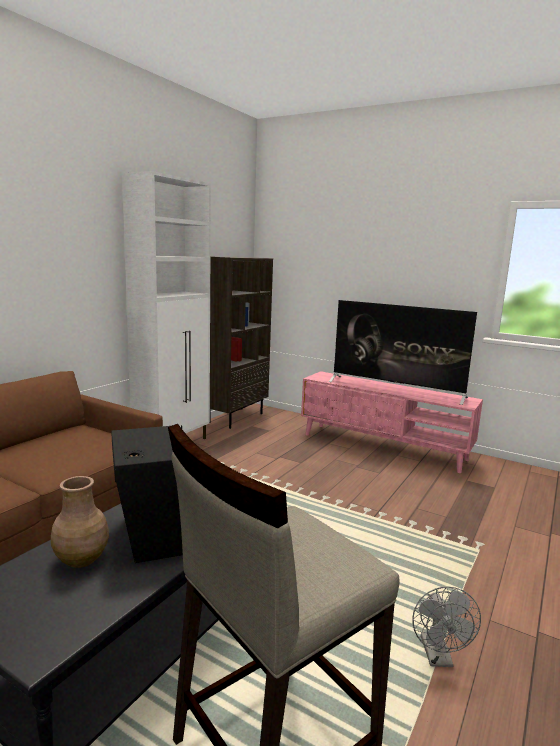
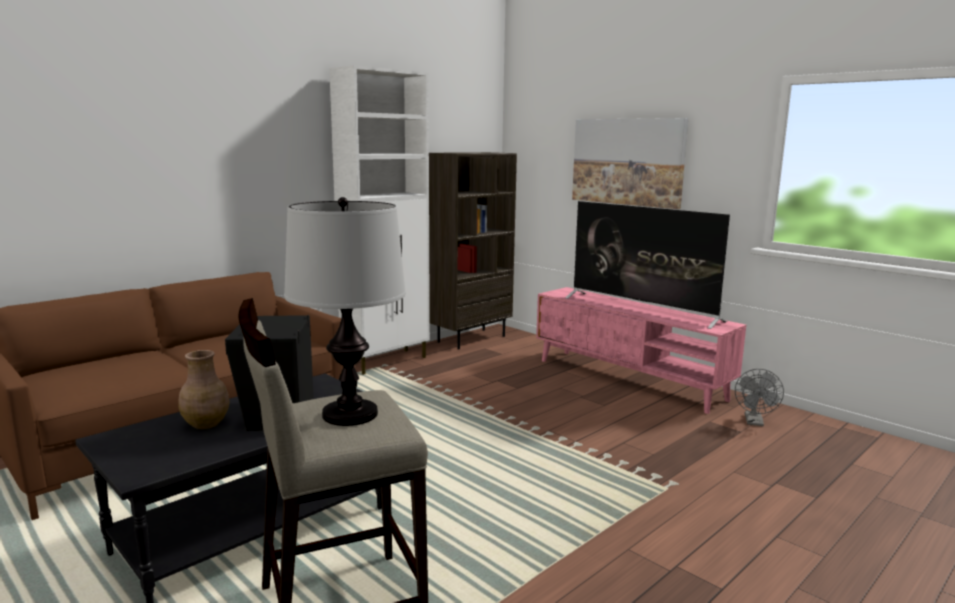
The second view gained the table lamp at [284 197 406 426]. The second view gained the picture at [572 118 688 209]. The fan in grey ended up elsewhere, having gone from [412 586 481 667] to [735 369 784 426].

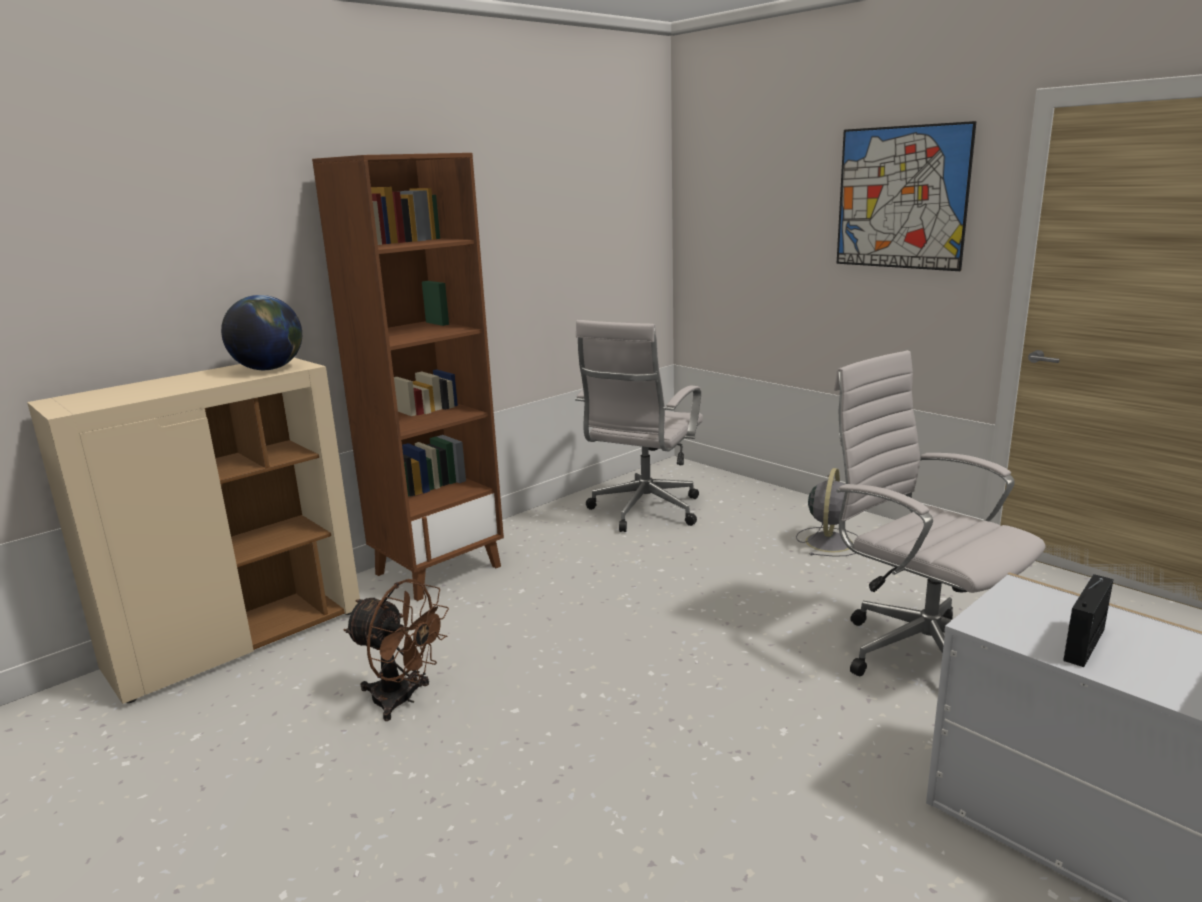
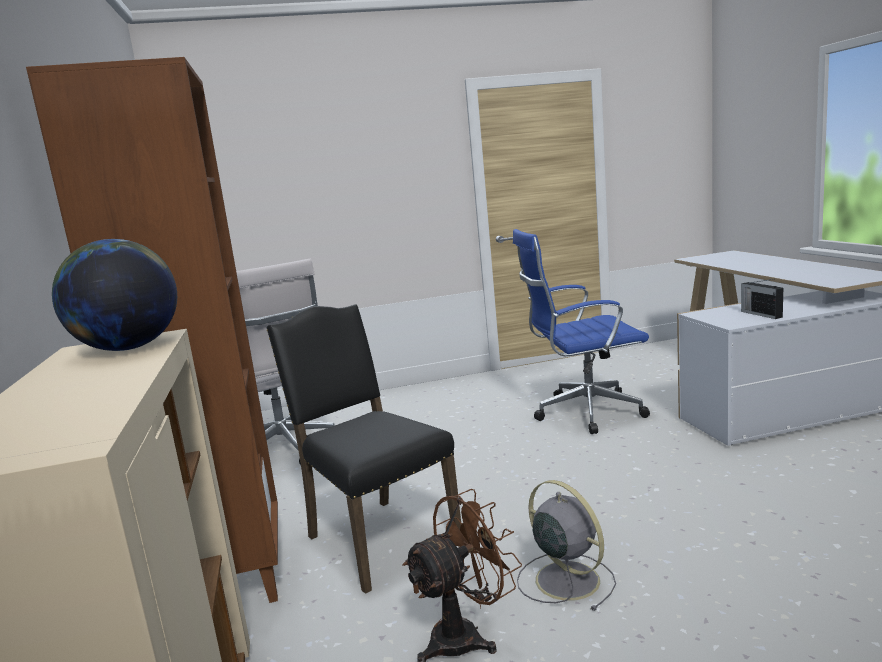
The second view gained the chair in black at [267 304 461 594]. What was the office chair in white at [834 350 1046 676] turned into the office chair in blue at [513 229 650 434]. The fan in grey ended up elsewhere, having gone from [796 468 858 556] to [517 480 616 611]. The second view lost the picture at [837 121 977 271].

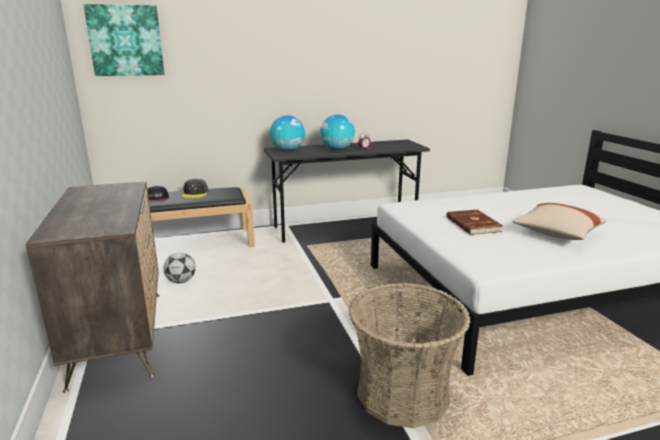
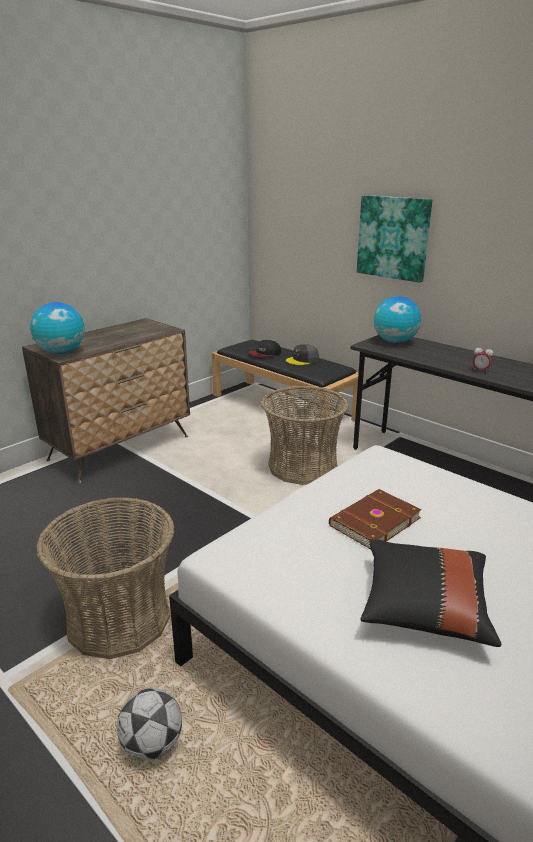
The globe ended up elsewhere, having gone from [320 115 355 150] to [30 302 85 354]. The football ended up elsewhere, having gone from [164 253 196 283] to [117 688 182 760]. The second view gained the basket at [261 386 349 485]. The picture ended up elsewhere, having gone from [84 4 164 76] to [357 195 433 283]. What was the pillow in beige at [512 203 606 240] turned into the pillow in black at [361 540 501 647].

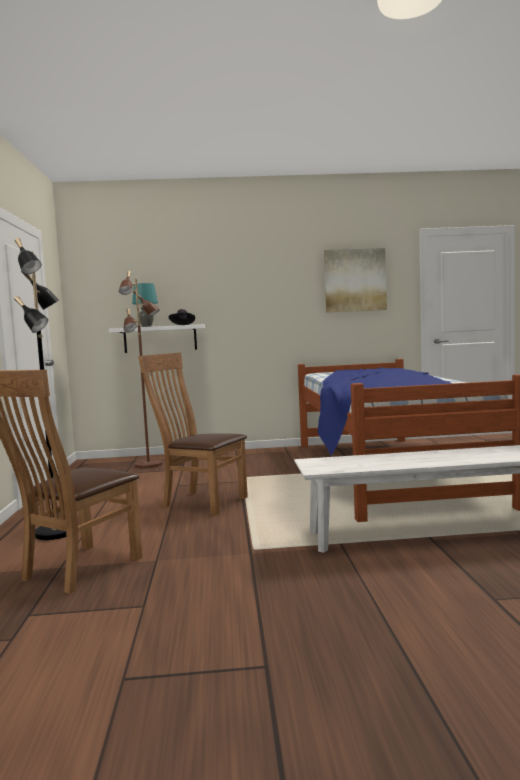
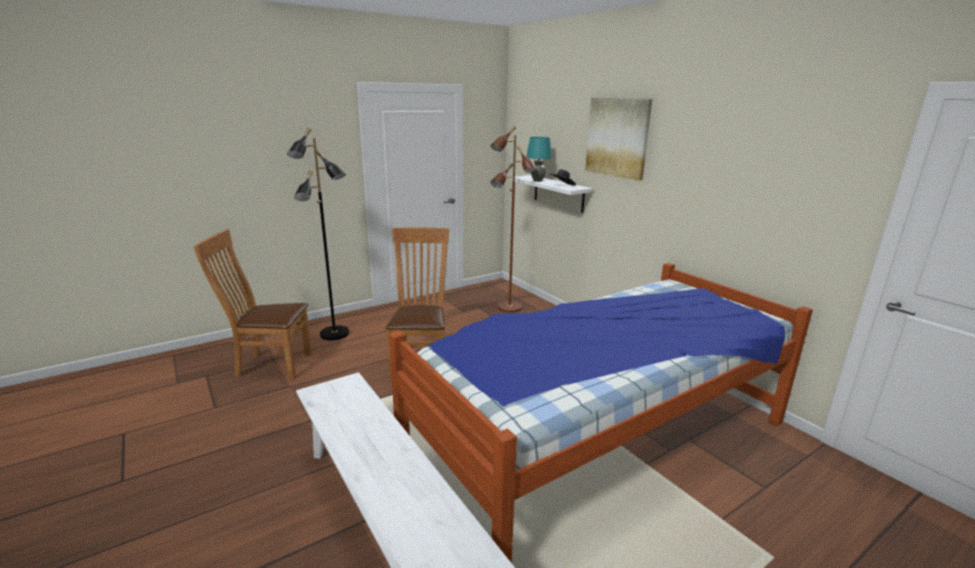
The picture ended up elsewhere, having gone from [324 248 387 313] to [585 98 652 181].

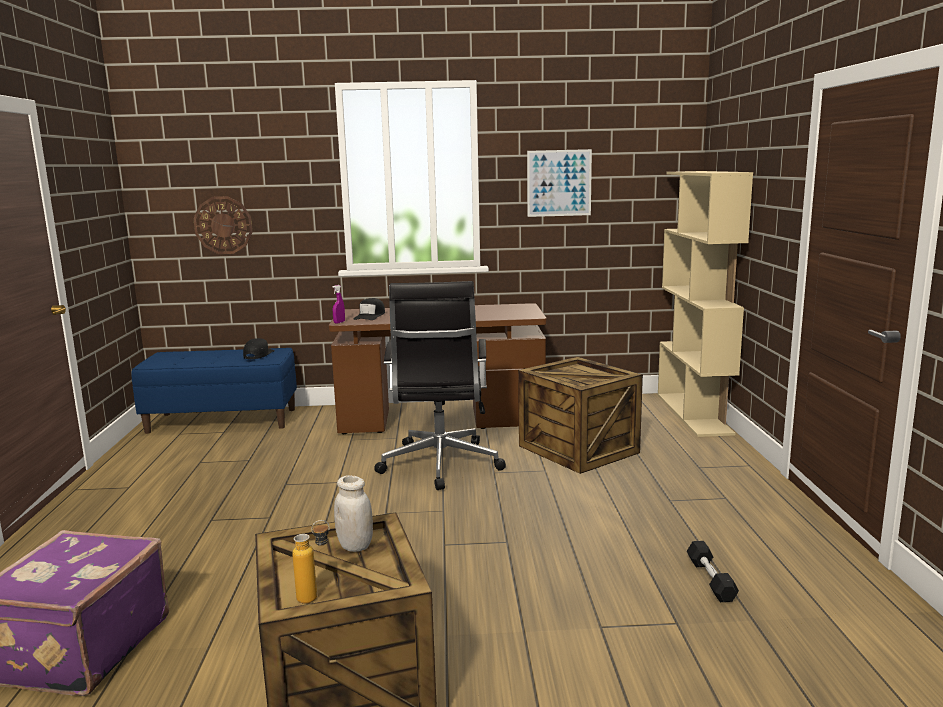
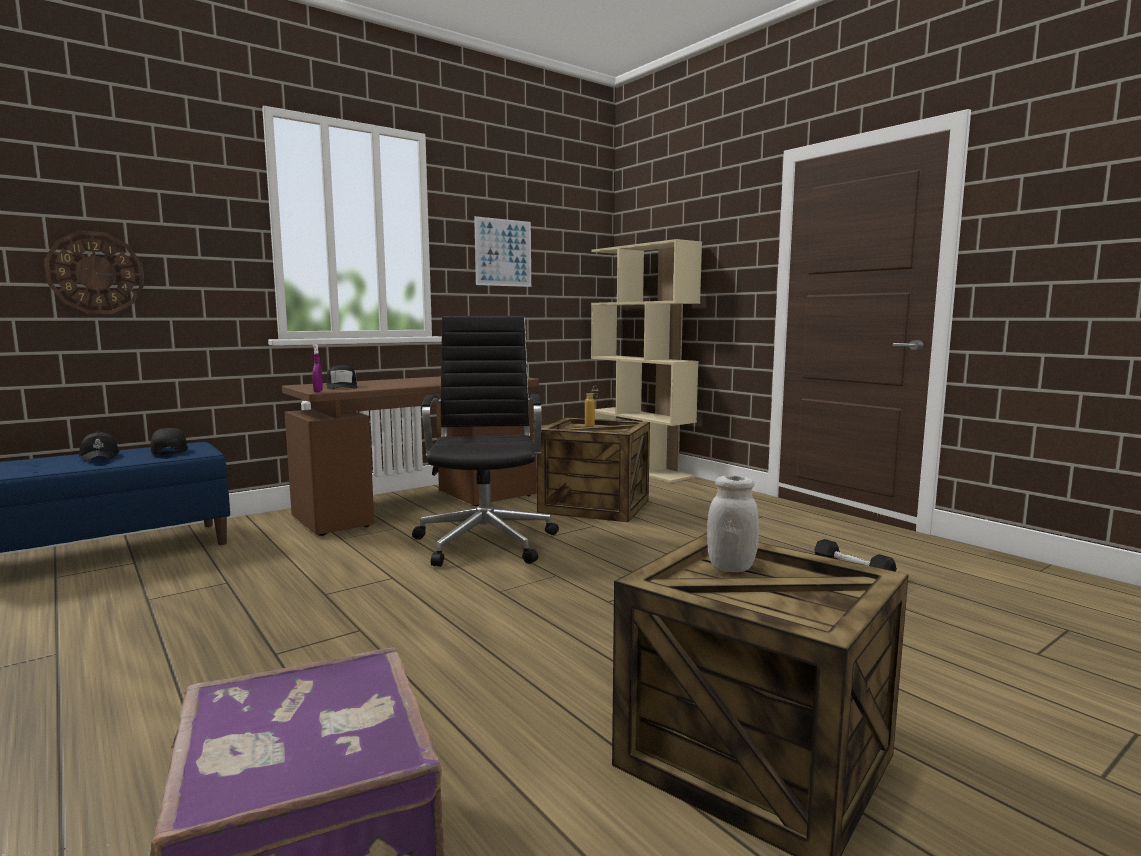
The second view gained the cap in black at [79 432 120 462]. The office chair in black at [374 281 506 490] ended up facing another way, 150 degrees counterclockwise from before. The bottle ended up elsewhere, having gone from [292 520 330 604] to [585 386 599 427].

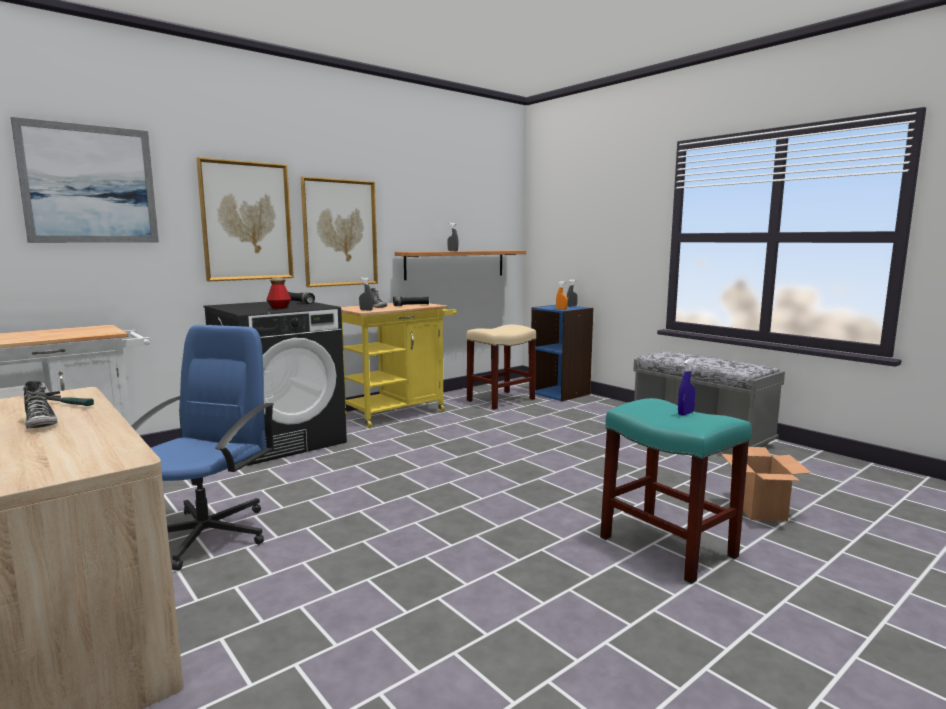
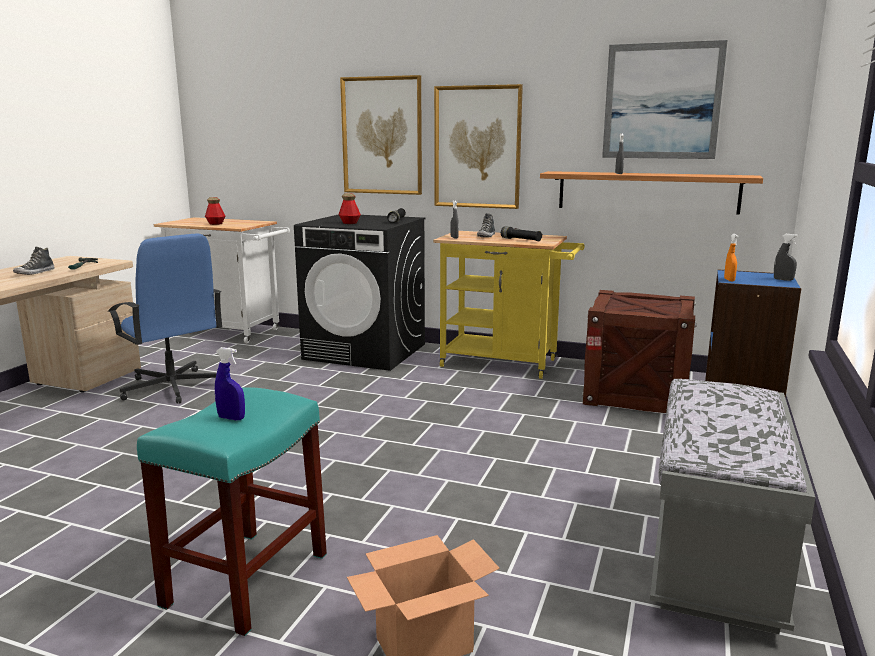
The office chair in blue at [132 325 274 571] ended up facing another way, 60 degrees clockwise from before. The second view gained the bottle at [205 197 225 225]. Where the stool in beige stood at [466 325 536 410], the crate came to stand at [582 290 697 413]. The picture ended up elsewhere, having gone from [11 117 159 243] to [602 40 728 159].

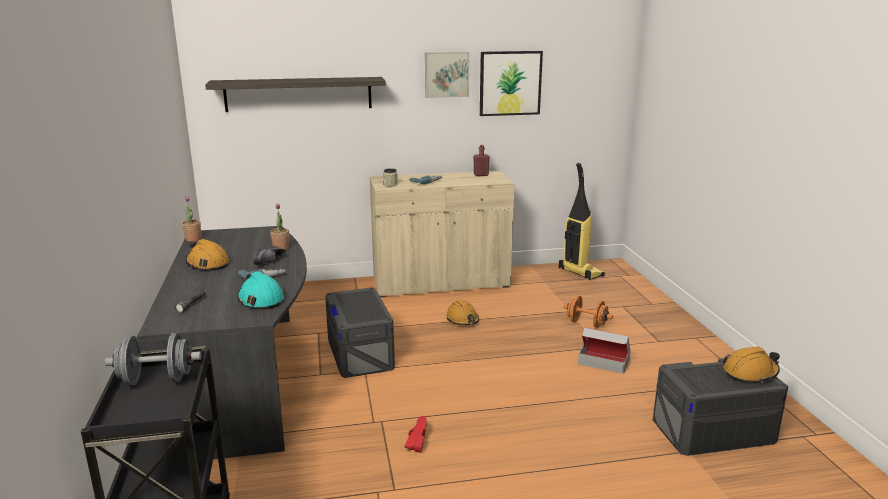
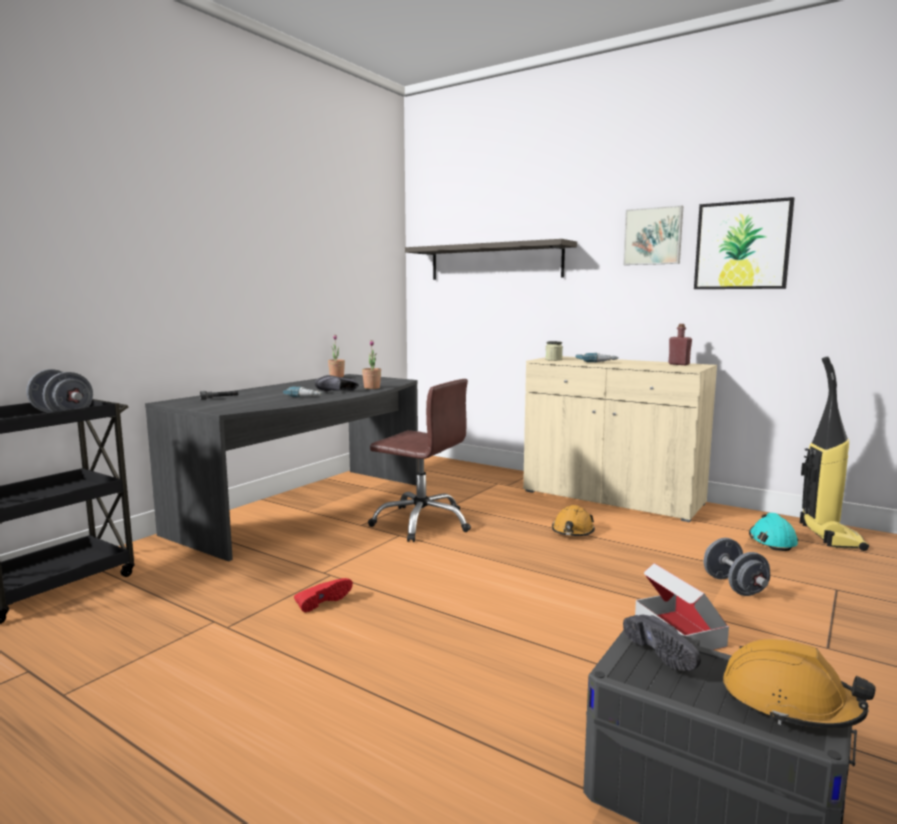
Where the storage box in grey stood at [325 288 395 378], the office chair in brown came to stand at [368 379 471 542]. The second view gained the shoe in black at [623 615 701 671]. What was the dumbbell in orange at [563 296 613 328] turned into the dumbbell in grey at [704 538 770 596]. The hard hat in turquoise ended up elsewhere, having gone from [237 272 284 310] to [749 513 799 551]. The second view lost the hard hat in orange at [185 239 229 271].

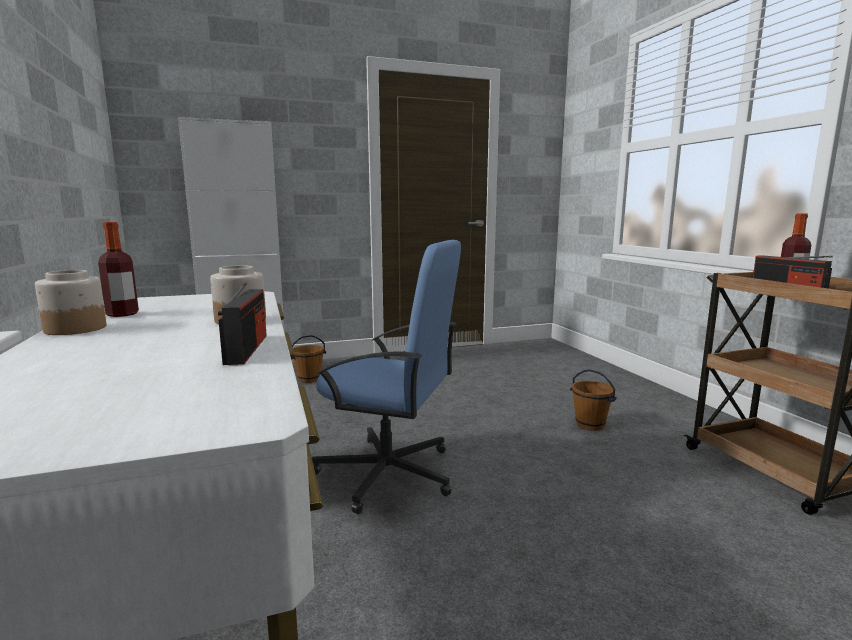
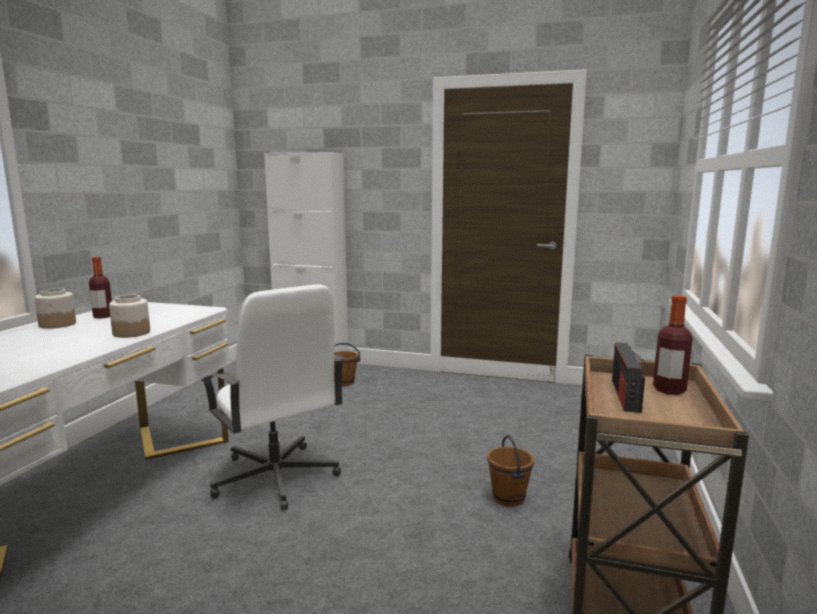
What was the office chair in blue at [312 240 461 514] turned into the office chair in white at [201 284 344 510]. The second view lost the radio at [218 282 267 365].

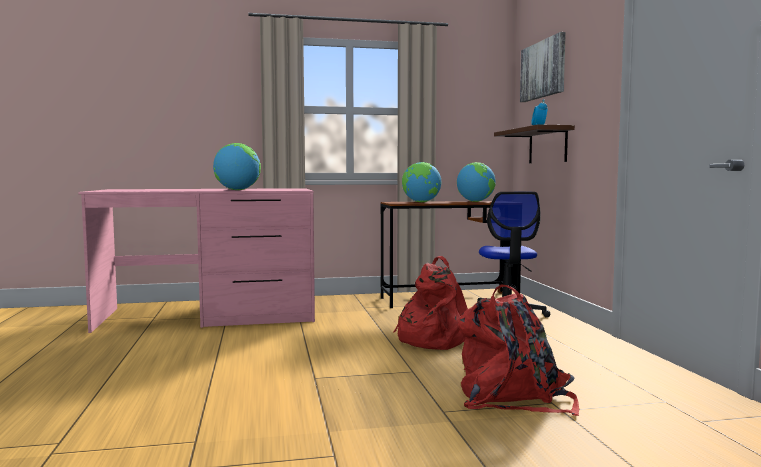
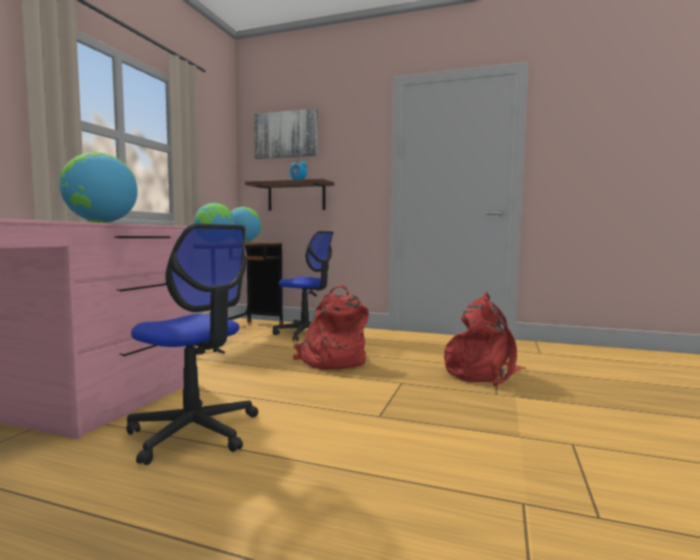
The second view gained the office chair at [126 224 258 465].

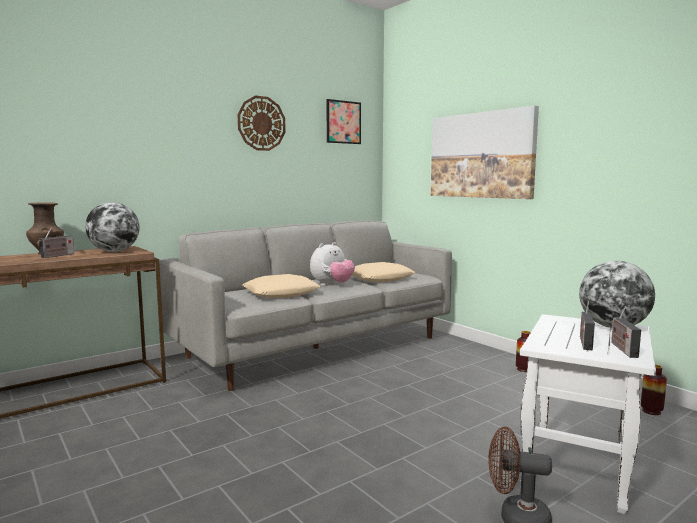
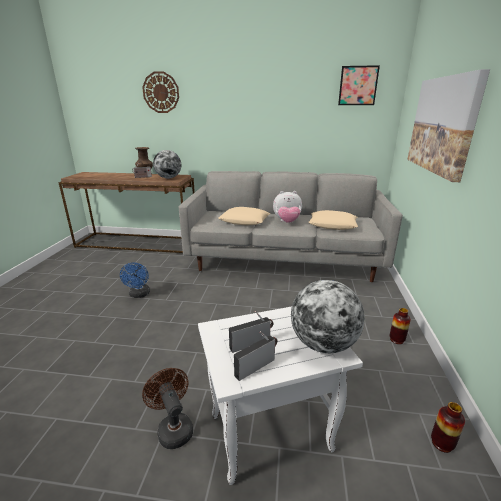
The second view gained the fan in blue at [120 262 150 298]. The wall clock ended up elsewhere, having gone from [237 96 286 151] to [142 71 179 113].

